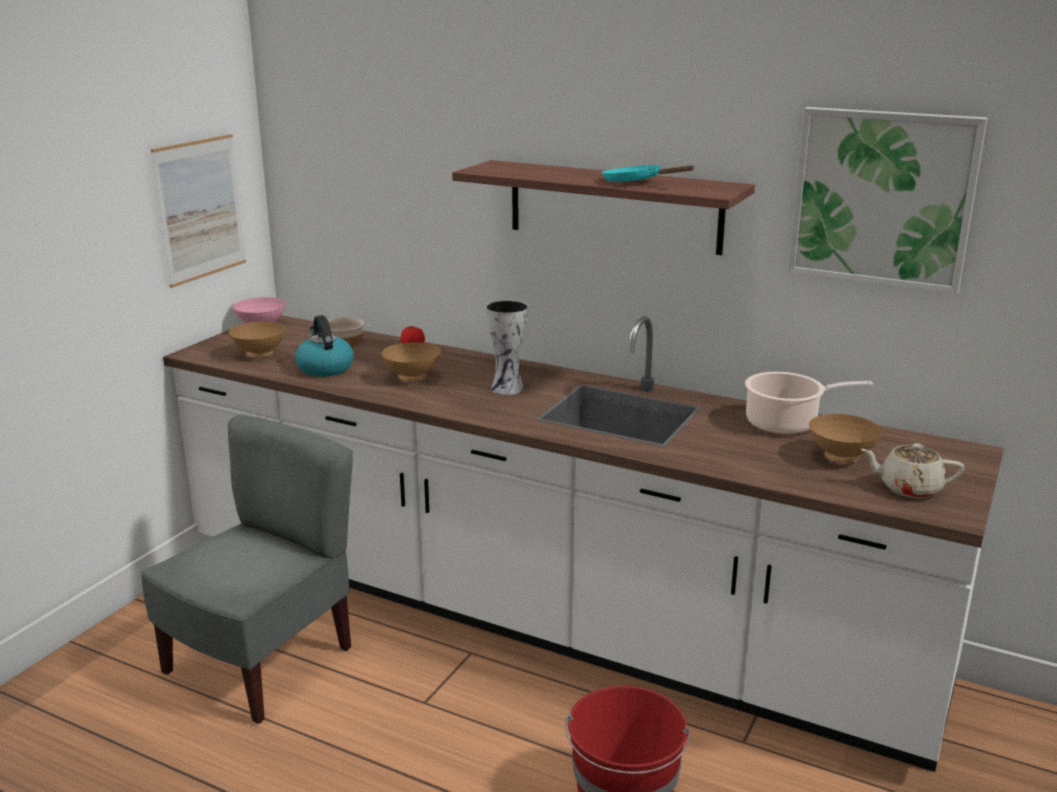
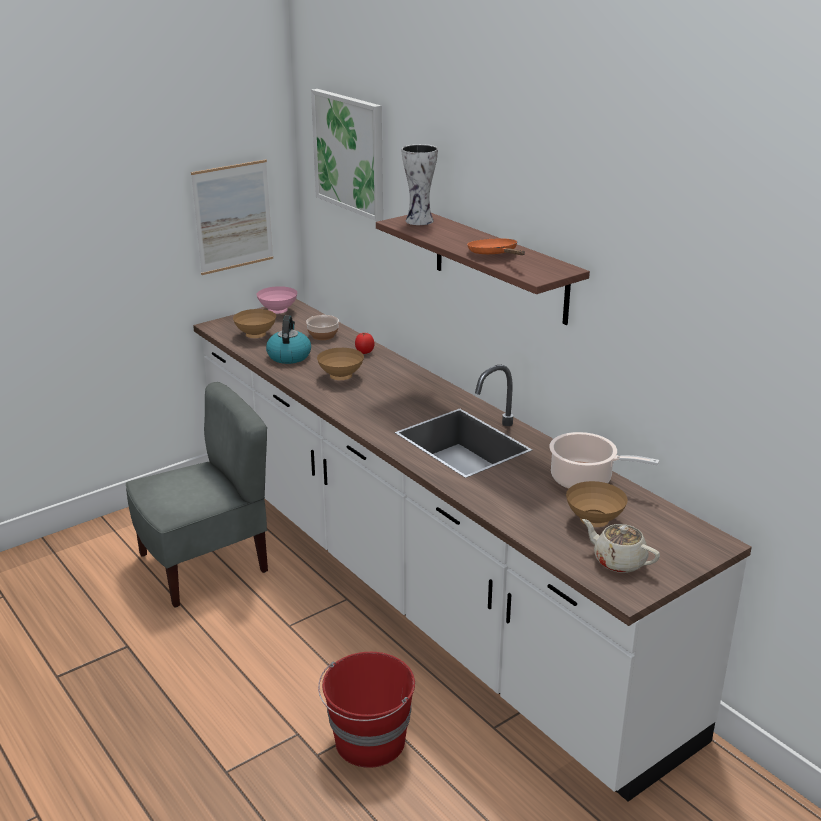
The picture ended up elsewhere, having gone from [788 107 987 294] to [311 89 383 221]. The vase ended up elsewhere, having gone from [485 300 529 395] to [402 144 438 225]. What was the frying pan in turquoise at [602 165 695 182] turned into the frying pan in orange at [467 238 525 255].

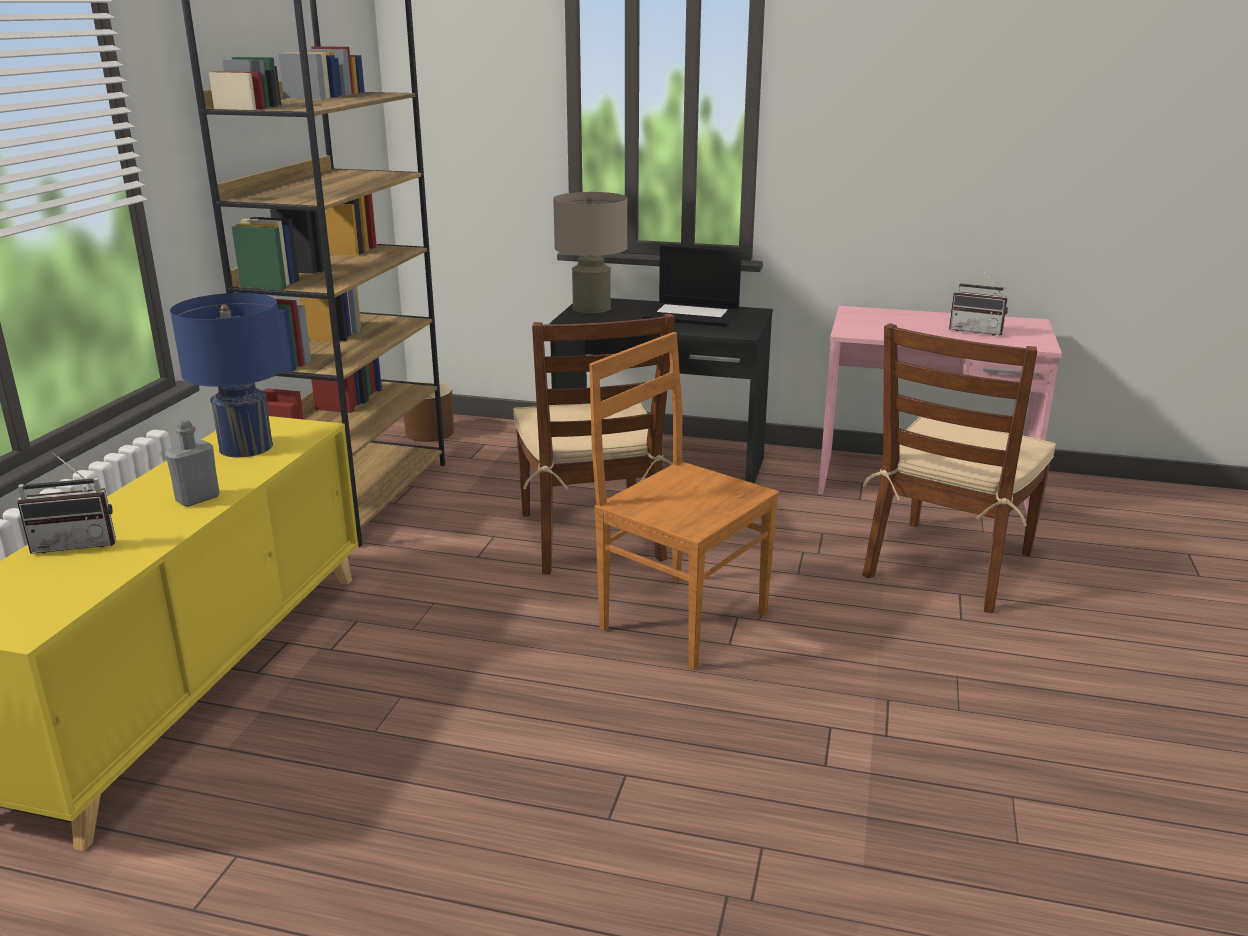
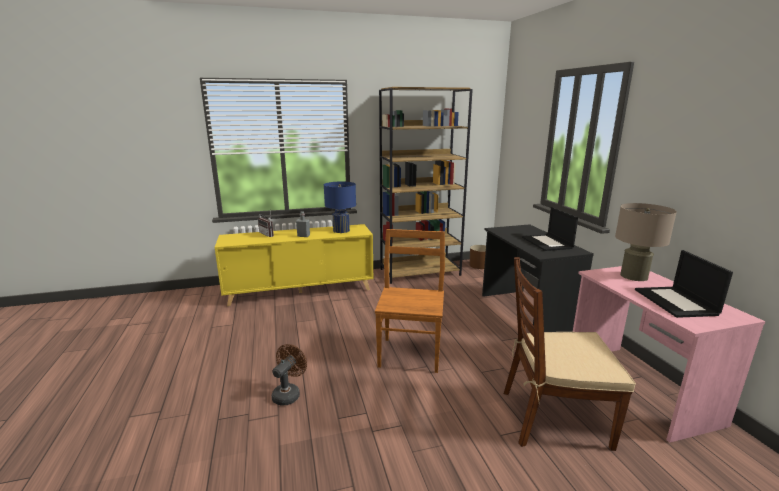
The second view gained the fan in brown at [272 344 307 405]. The table lamp in beige ended up elsewhere, having gone from [553 192 628 313] to [615 203 677 281]. Where the radio stood at [949 268 1008 336], the laptop came to stand at [635 250 733 318]. The second view lost the chair in brown at [513 313 675 574].

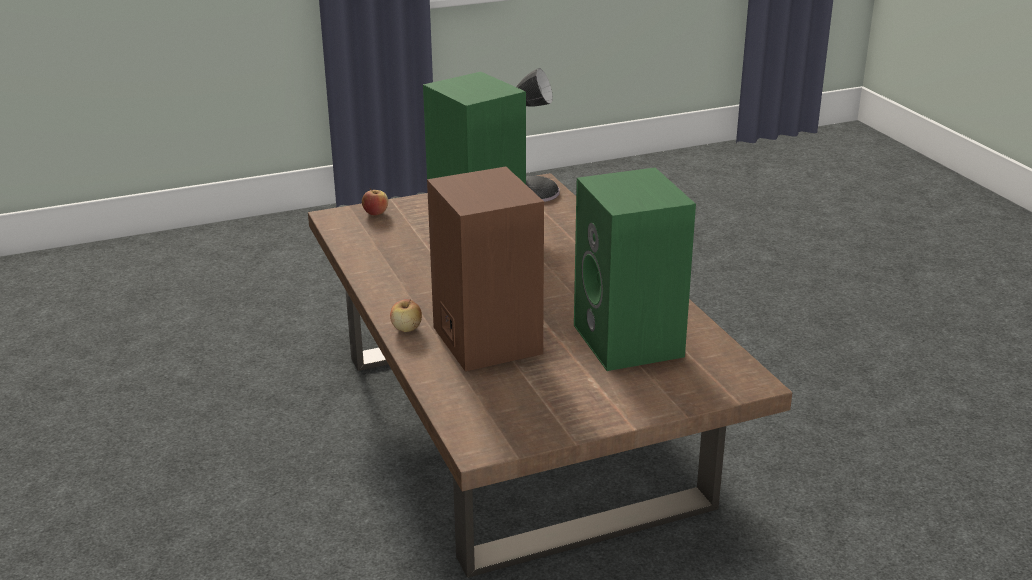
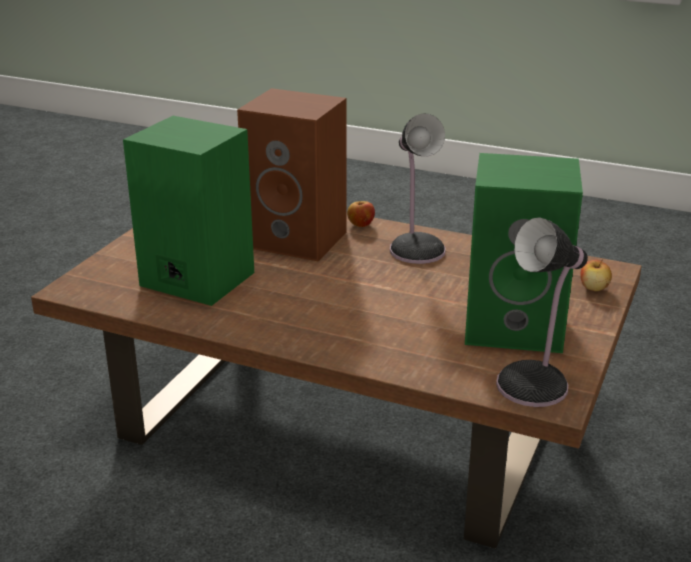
The second view gained the table lamp at [390 113 446 264].

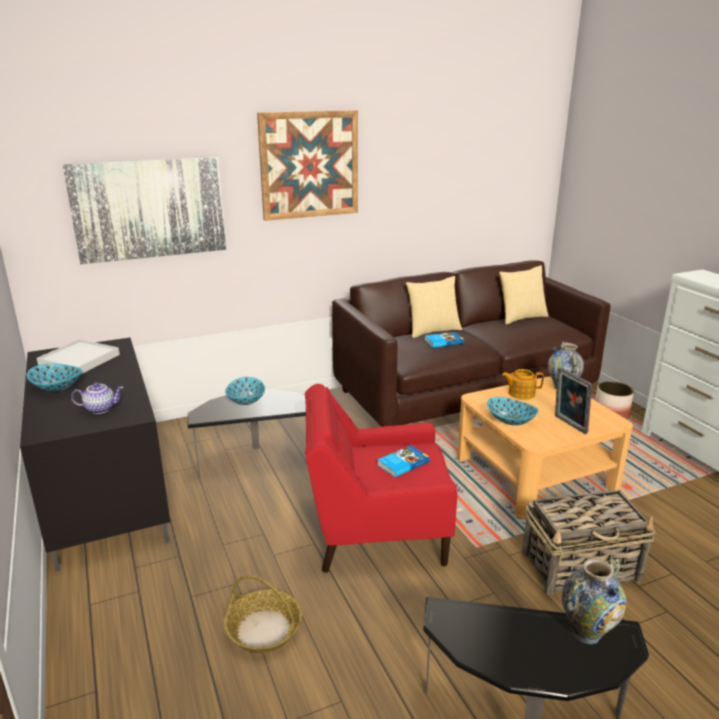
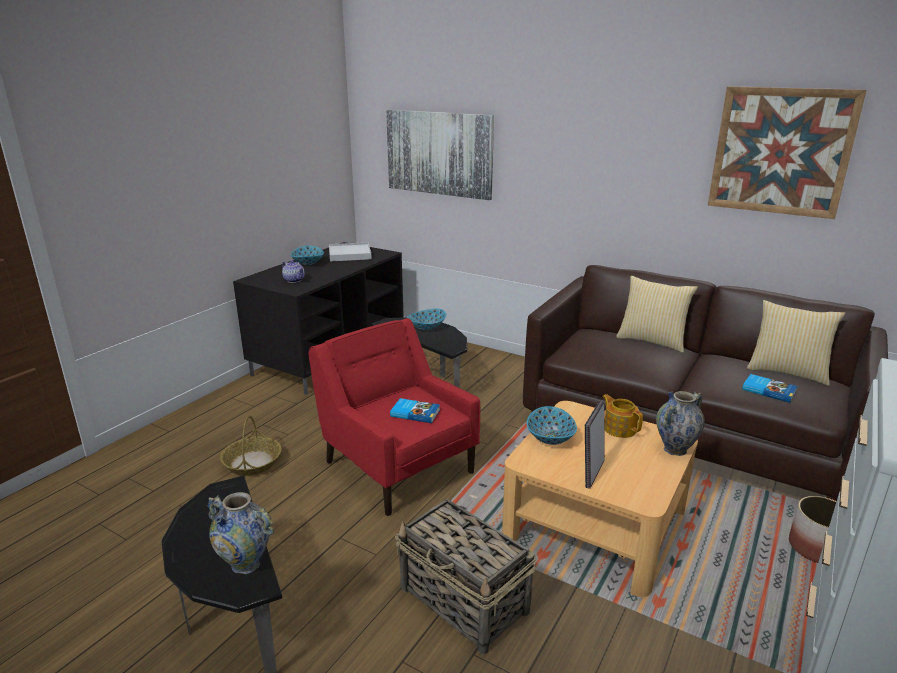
The picture ended up elsewhere, having gone from [257 110 358 221] to [708 86 866 219]. The book ended up elsewhere, having gone from [425 332 464 348] to [742 374 797 403].

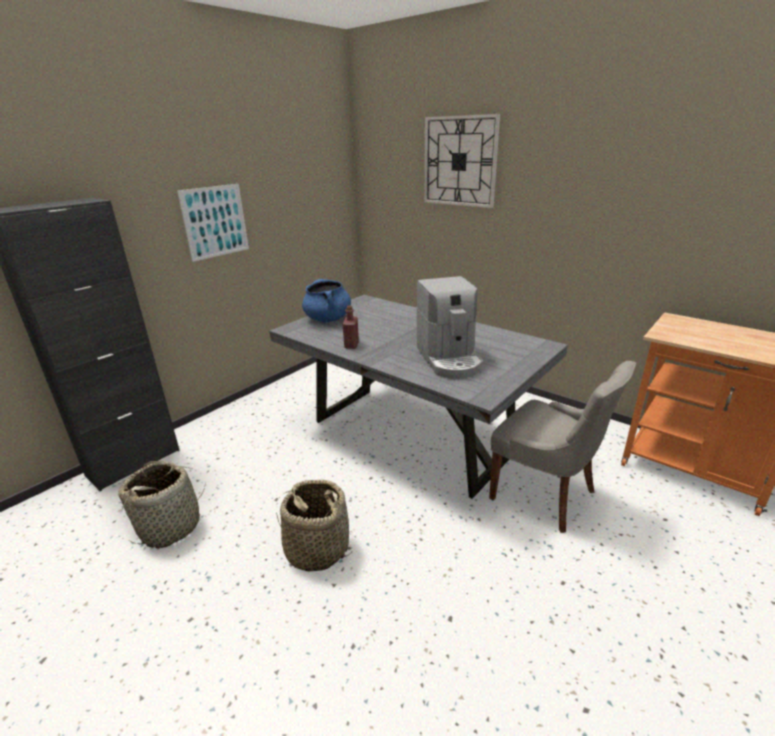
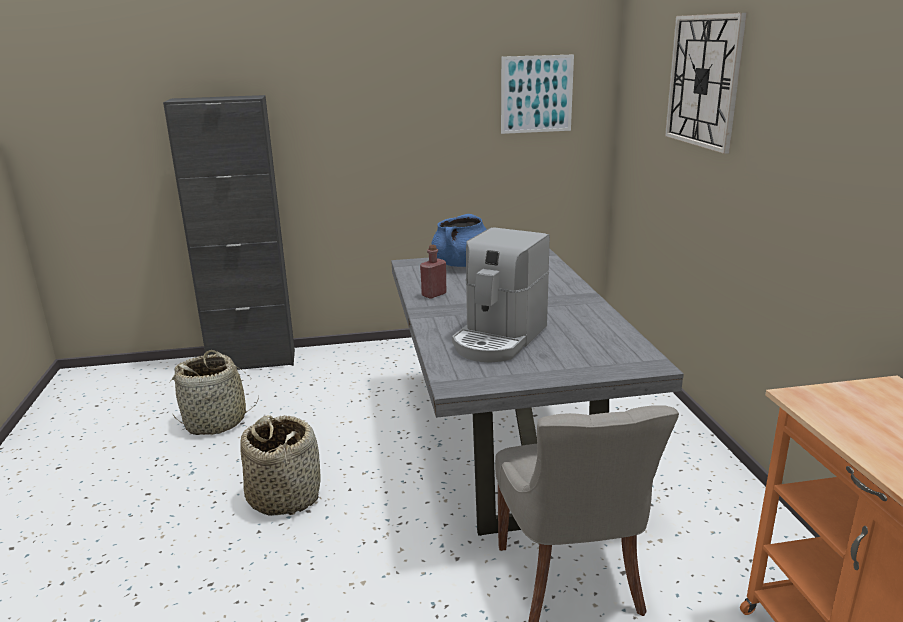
The picture ended up elsewhere, having gone from [177 184 249 262] to [501 54 574 134].

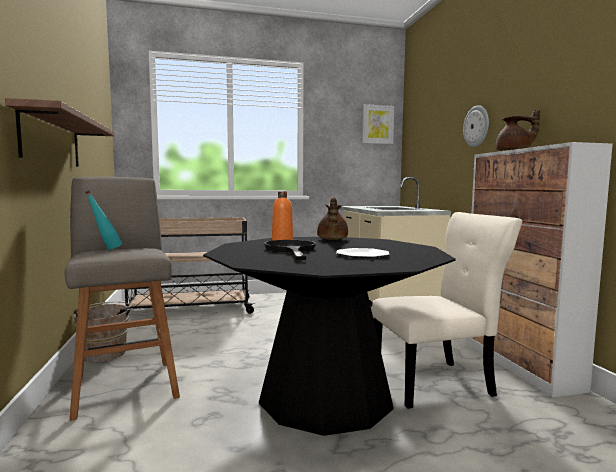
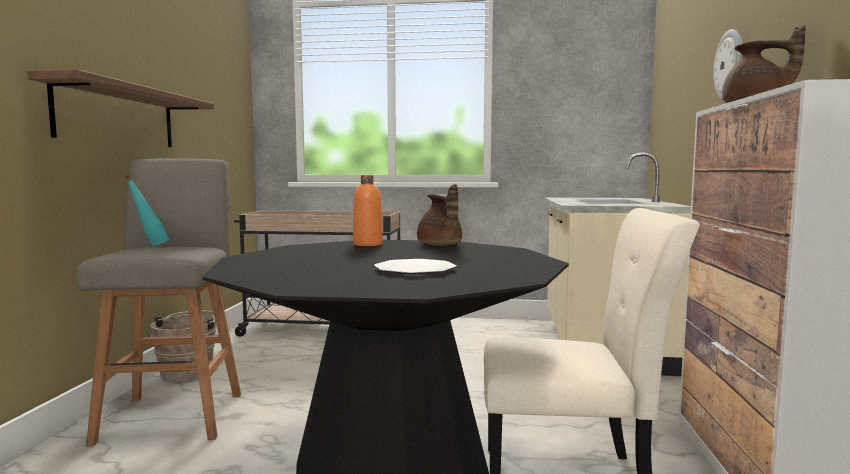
The teapot in brown at [317 198 348 240] ended up facing another way, 45 degrees counterclockwise from before. The second view lost the frying pan in black at [264 240 316 260]. The second view lost the picture at [362 104 394 144].

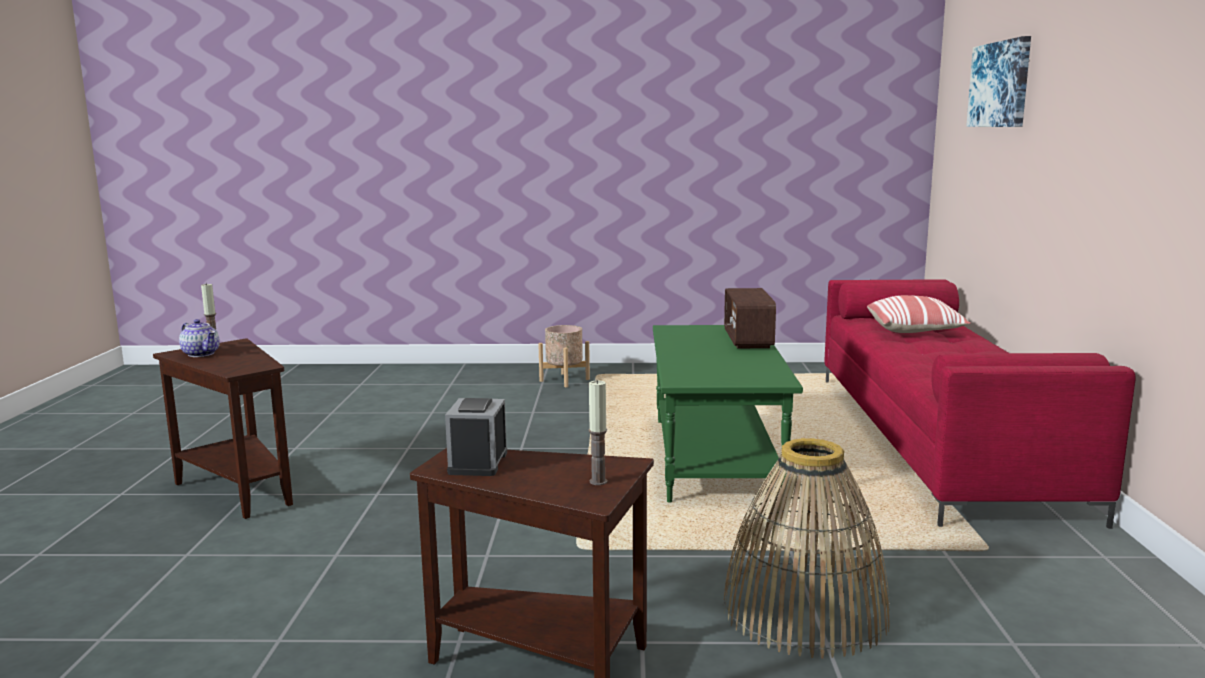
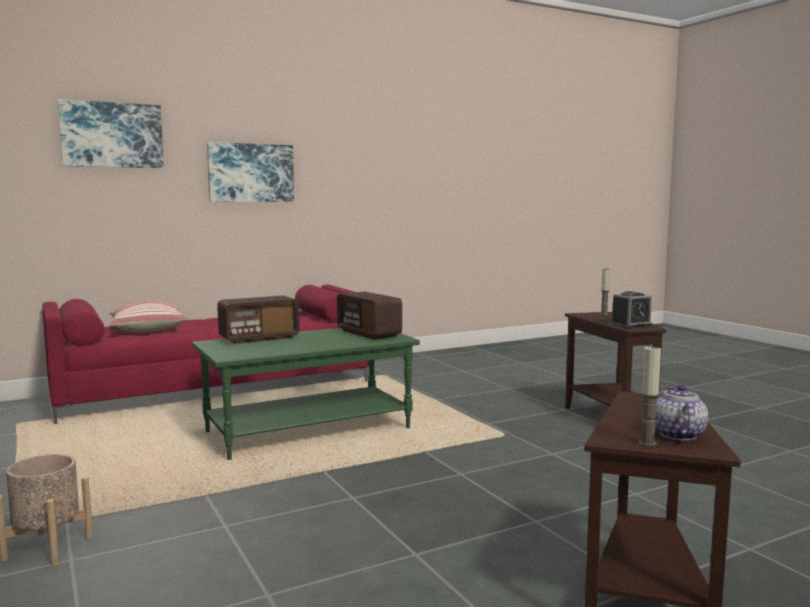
The second view gained the picture at [207 142 294 202]. The second view gained the radio at [337 292 402 340]. The second view lost the basket at [723 438 890 659].

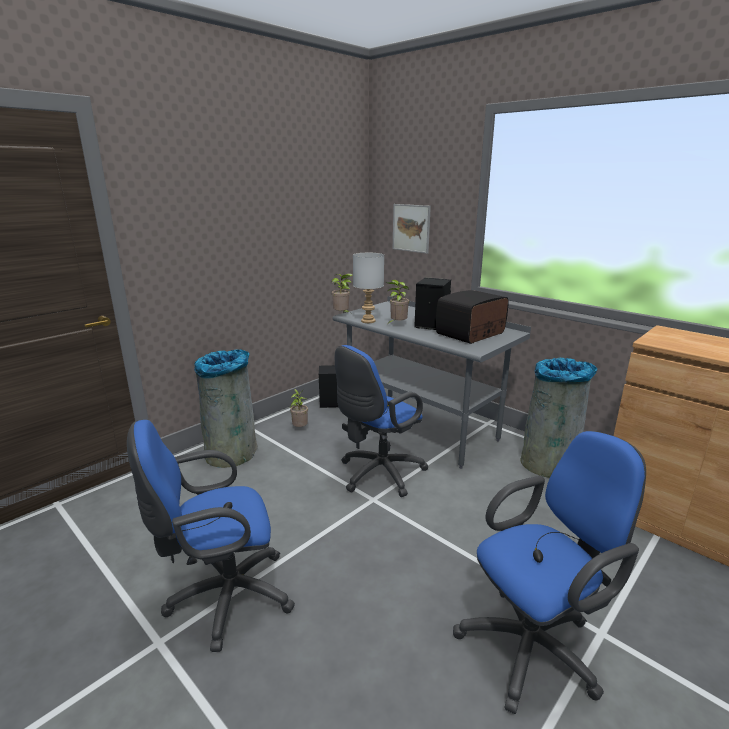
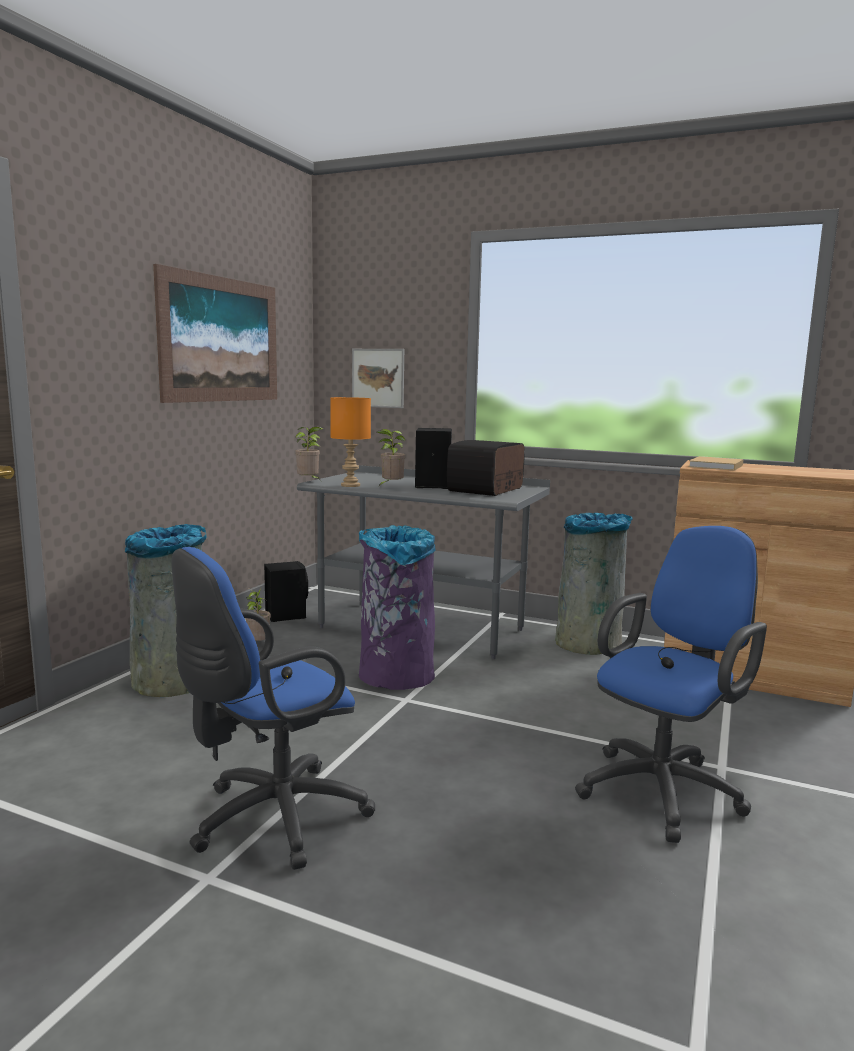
The second view gained the picture at [153 264 277 403]. What was the table lamp in grey at [353 253 384 323] turned into the table lamp in orange at [330 397 371 487]. Where the office chair in blue stood at [335 345 429 497], the trash can in purple came to stand at [359 525 436 690]. The second view gained the book in beige at [688 456 743 471].

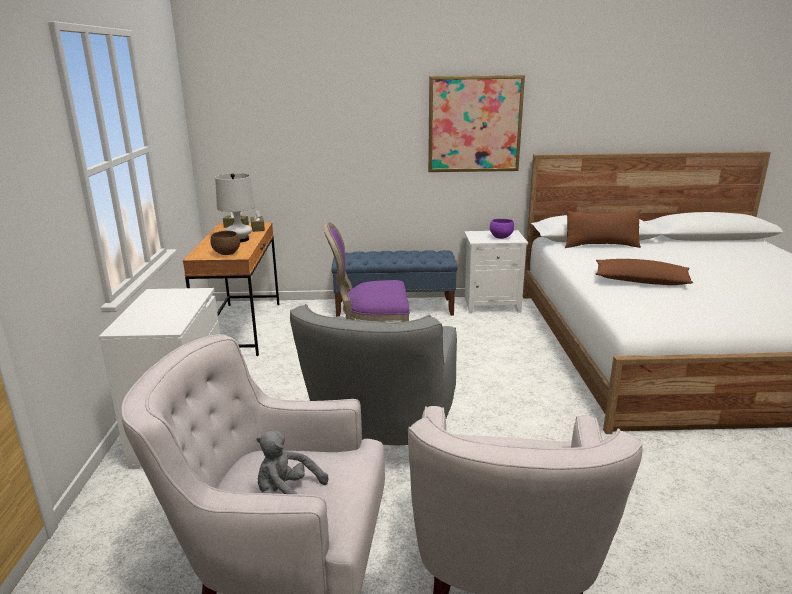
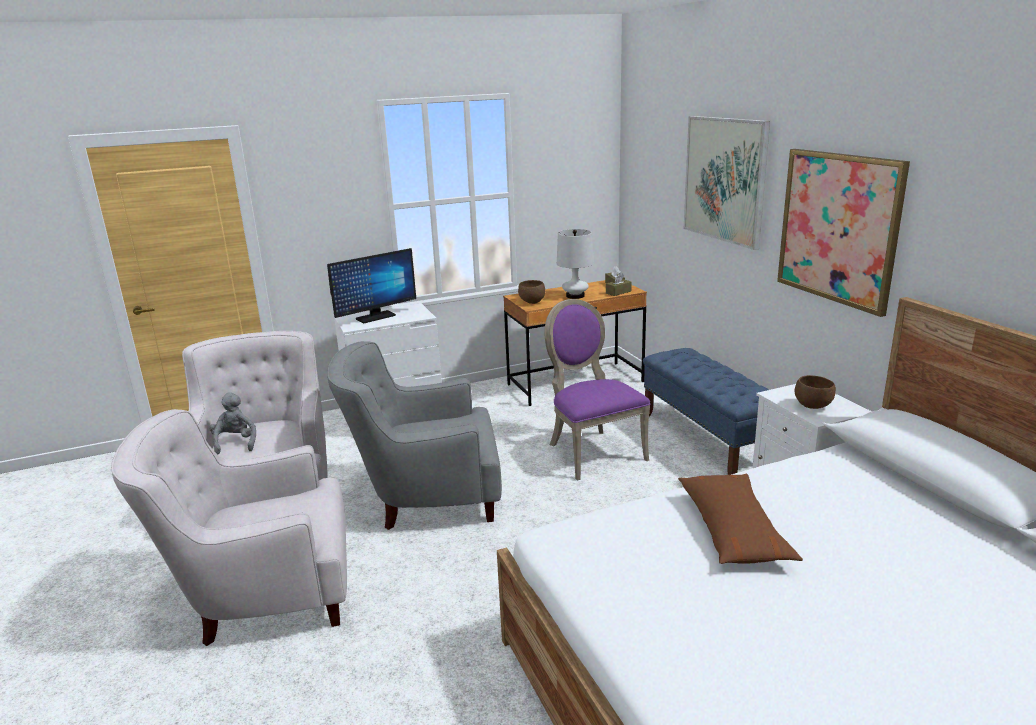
The second view gained the monitor at [327 248 416 323]. The second view gained the picture at [684 116 770 250]. What was the bowl in purple at [490 219 514 239] turned into the bowl in brown at [795 375 836 409]. The second view lost the pillow in brown at [565 209 641 248].

